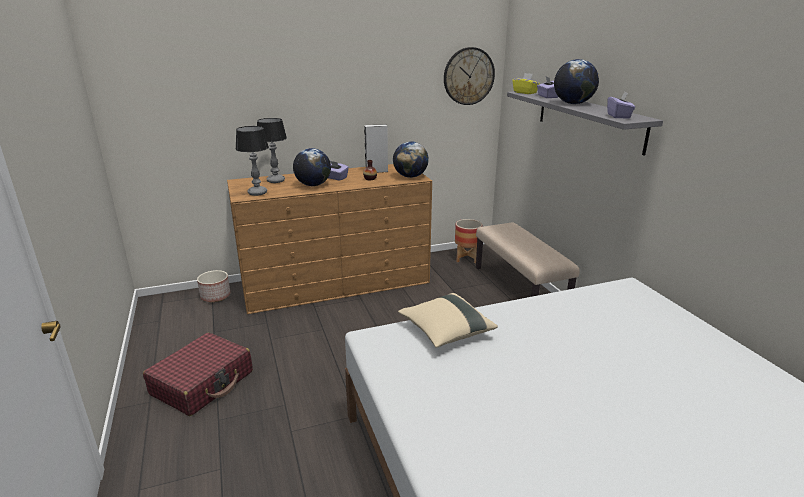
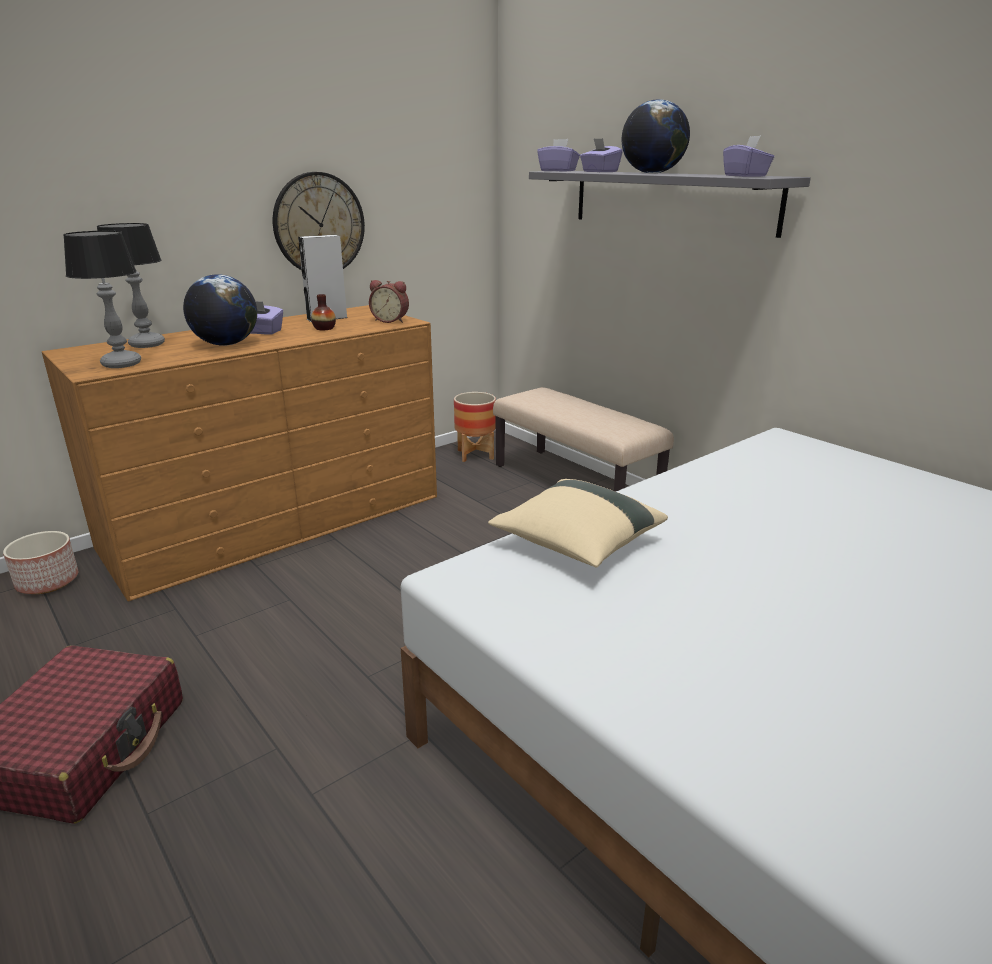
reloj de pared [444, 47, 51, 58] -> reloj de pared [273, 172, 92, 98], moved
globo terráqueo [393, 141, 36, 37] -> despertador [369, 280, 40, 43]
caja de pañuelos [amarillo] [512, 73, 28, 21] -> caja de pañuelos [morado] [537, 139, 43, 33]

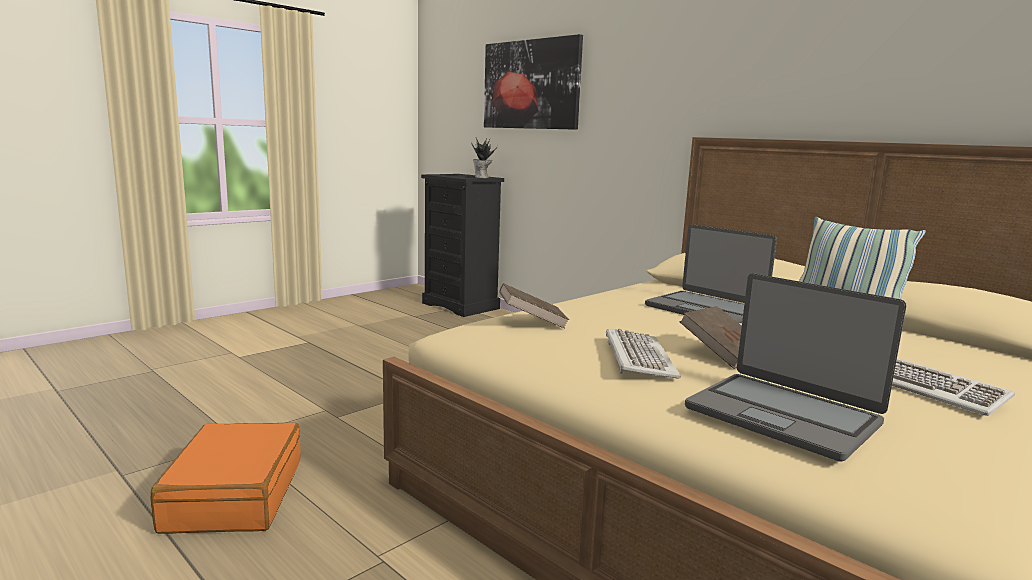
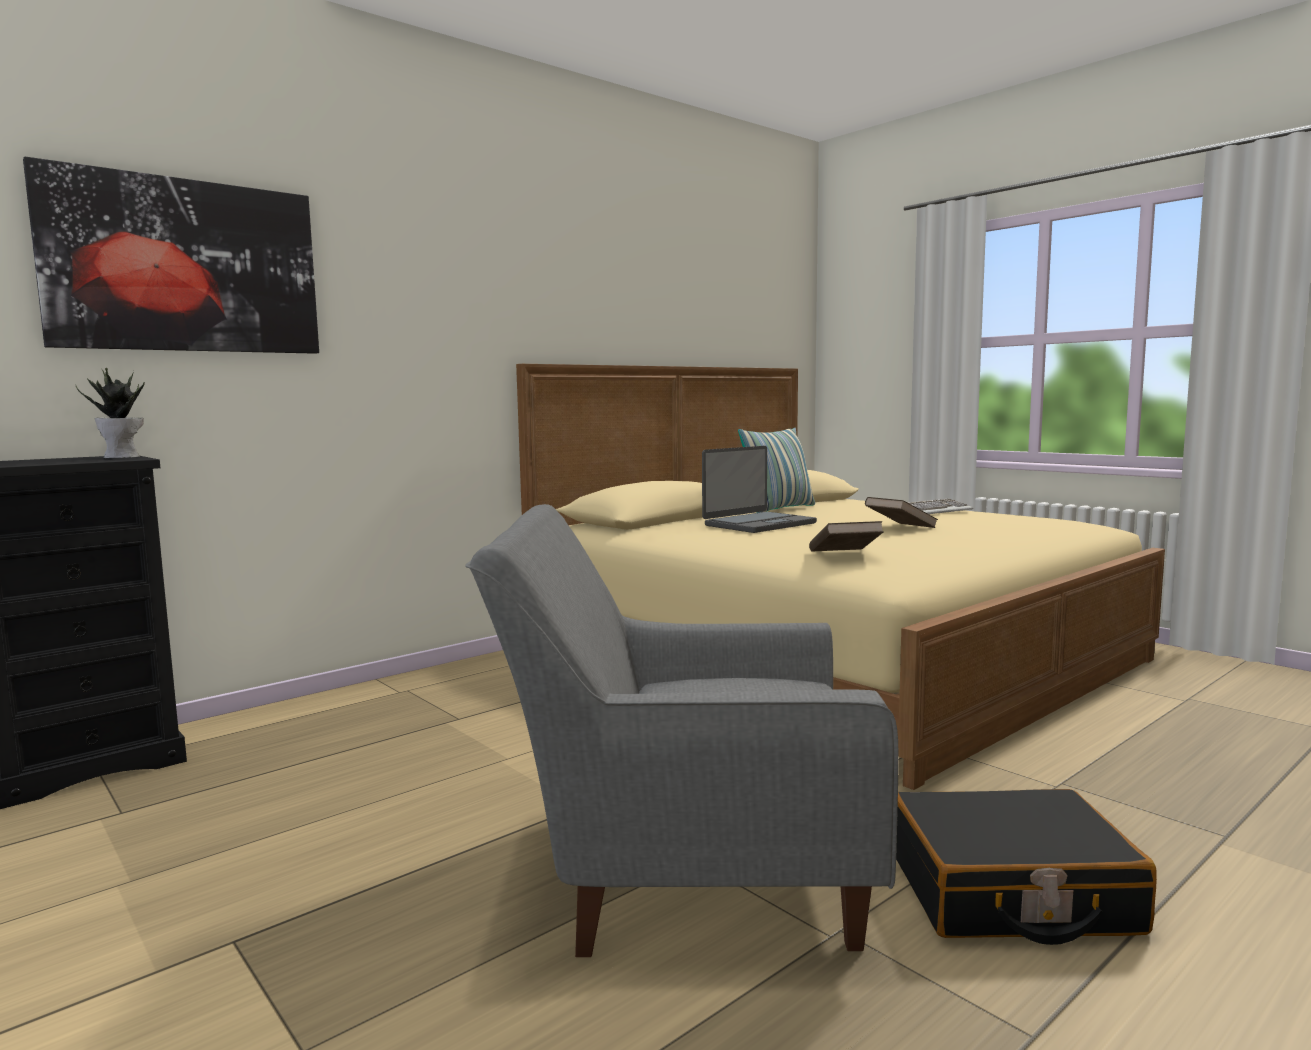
teclado [606, 328, 75, 51] -> none
portátil [685, 273, 221, 189] -> none
none -> sillón [gris] [465, 504, 434, 453]
maleta [naranja] [151, 422, 150, 112] -> maleta [negro] [896, 789, 261, 156]

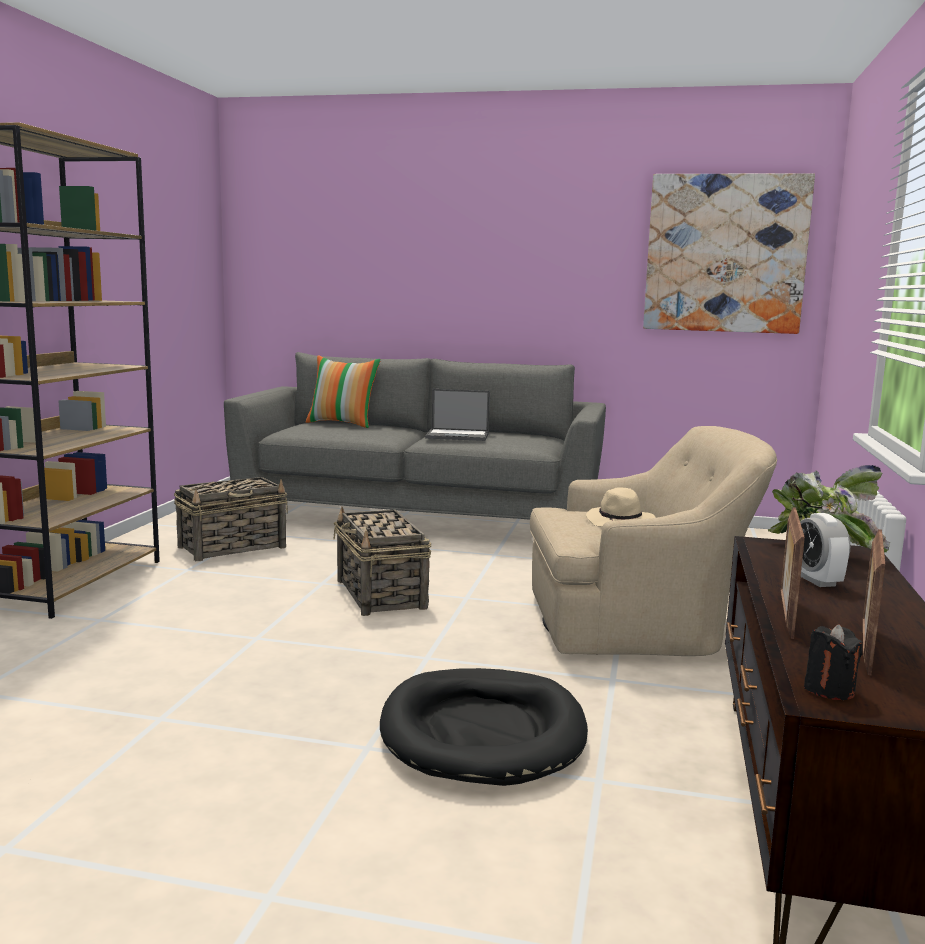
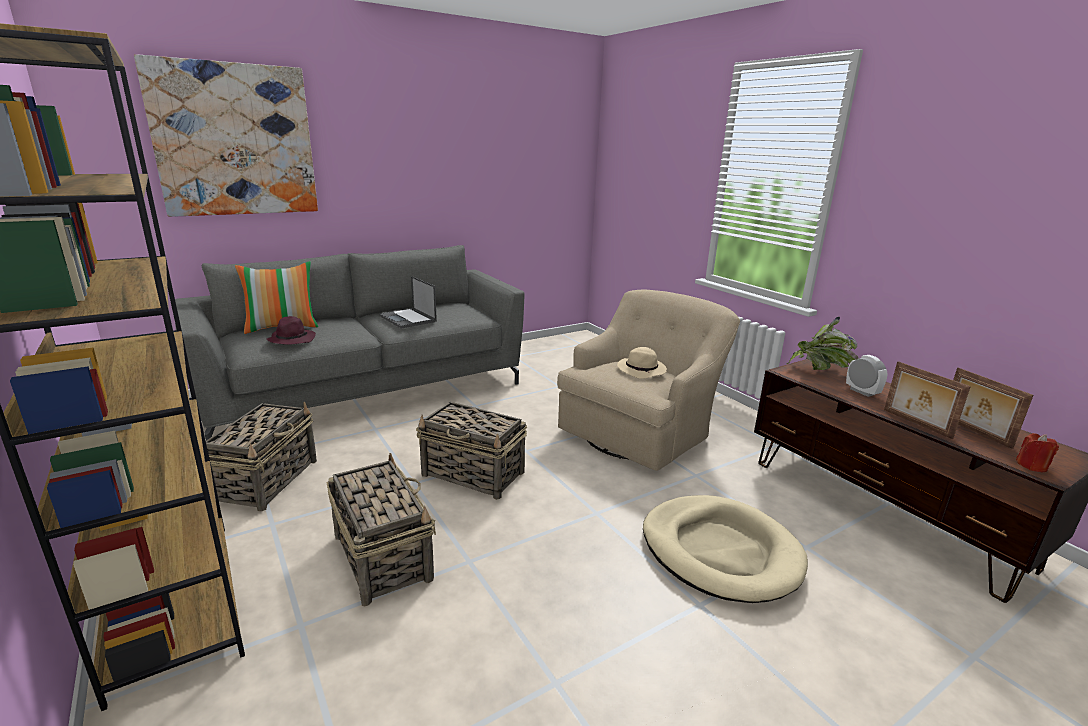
none -> sombrero [morado] [266, 316, 50, 29]
none -> cesta [327, 453, 109, 154]
cuadro [643, 173, 172, 161] -> cuadro [134, 54, 184, 163], moved
cama para perro [negro] [380, 668, 208, 118] -> cama para perro [beis] [643, 495, 165, 108]
vela [negro] [804, 624, 59, 76] -> vela [rojo] [1016, 433, 43, 39]
portátil [425, 389, 65, 52] -> portátil [379, 276, 58, 53], 90 degrees clockwise
despertador [800, 513, 50, 74] -> despertador [846, 355, 42, 42], 150 degrees counterclockwise

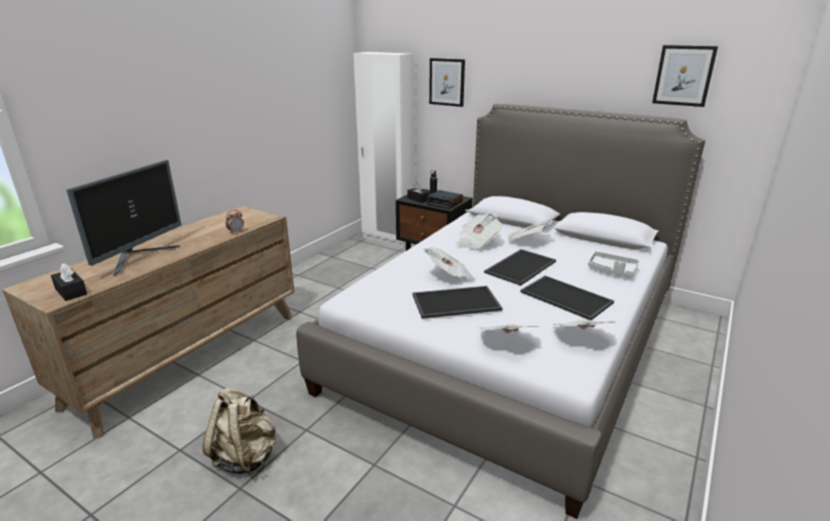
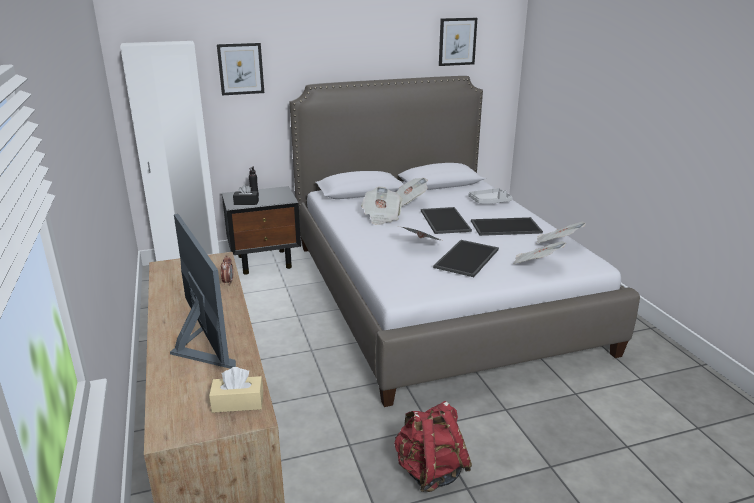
despertador [426, 190, 37, 19] -> none
caja de pañuelos [negro] [51, 263, 36, 38] -> caja de pañuelos [beis] [209, 367, 54, 46]
mochila [beis] [203, 388, 73, 88] -> mochila [rojo] [394, 401, 78, 91]

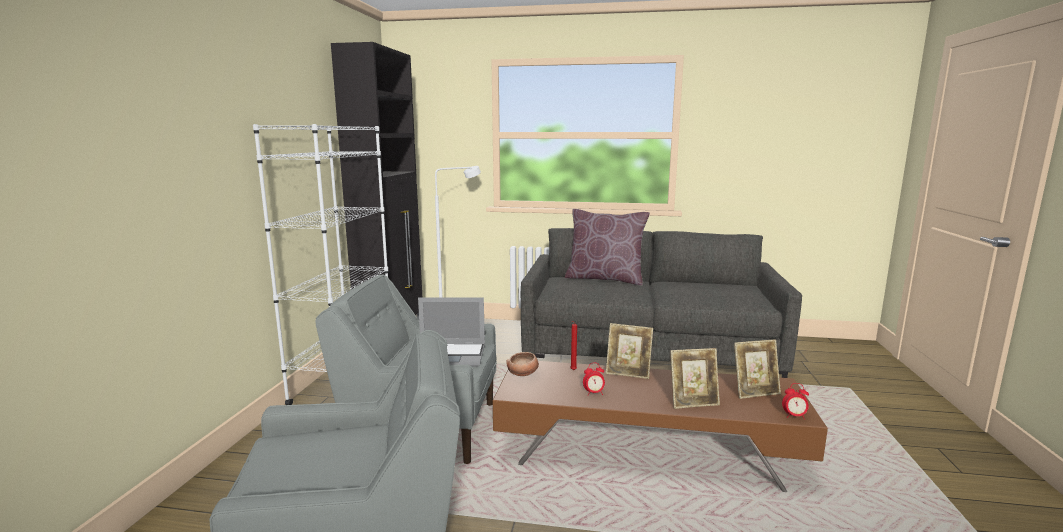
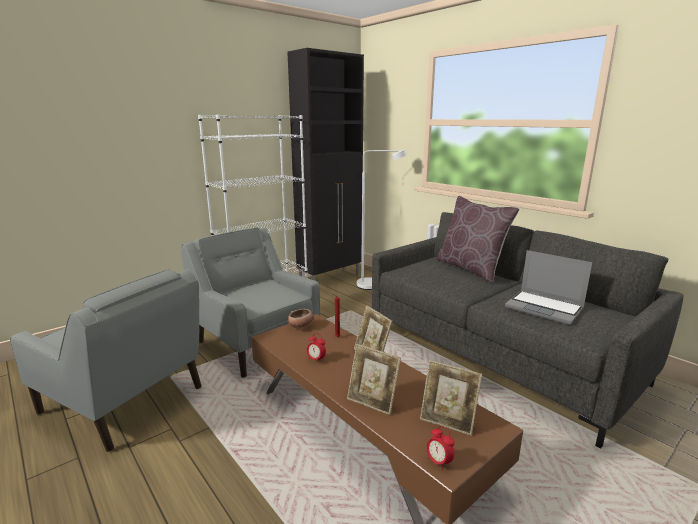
portátil [418, 297, 67, 70] -> portátil [505, 250, 87, 75], moved

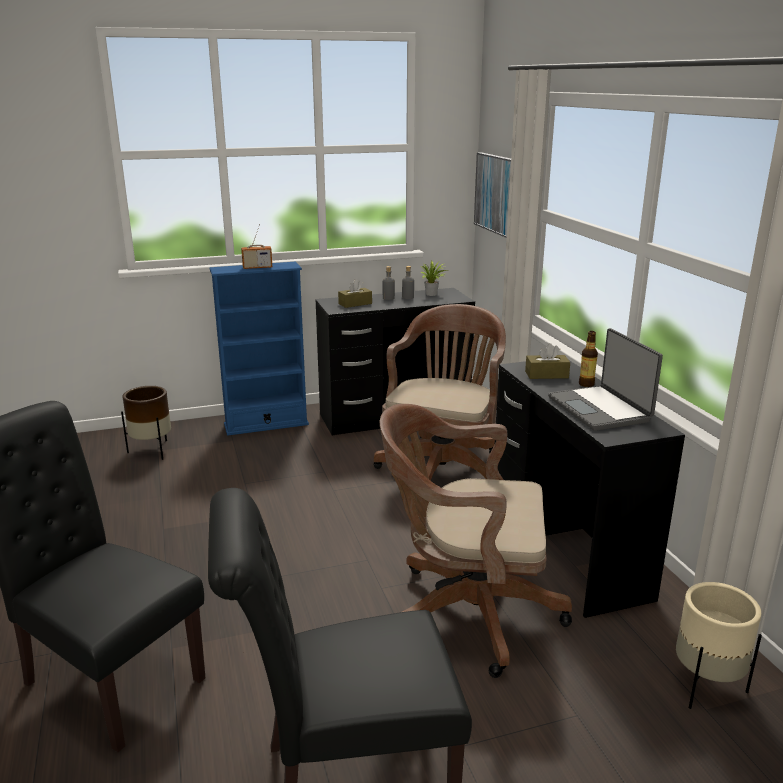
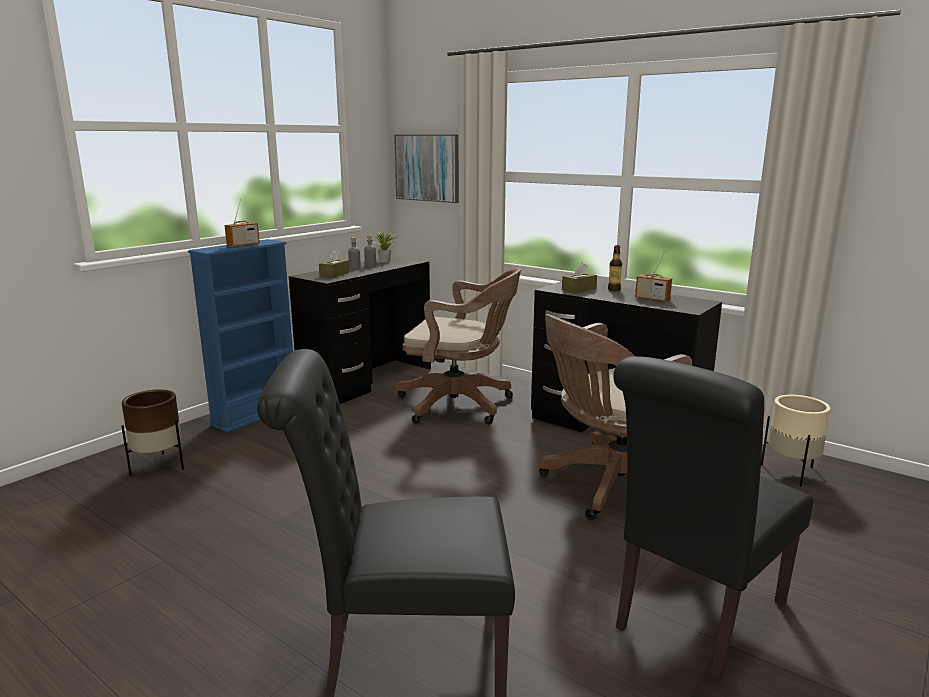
portátil [548, 328, 115, 103] -> radio [635, 252, 37, 50]
silla de oficina [marrón] [373, 304, 133, 177] -> silla de oficina [marrón] [396, 268, 125, 157], 120 degrees clockwise

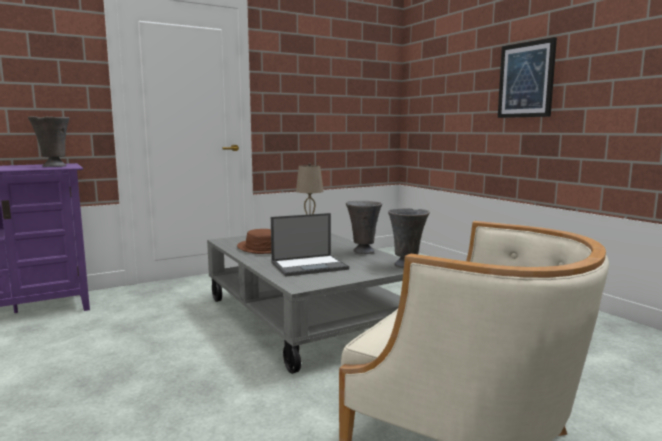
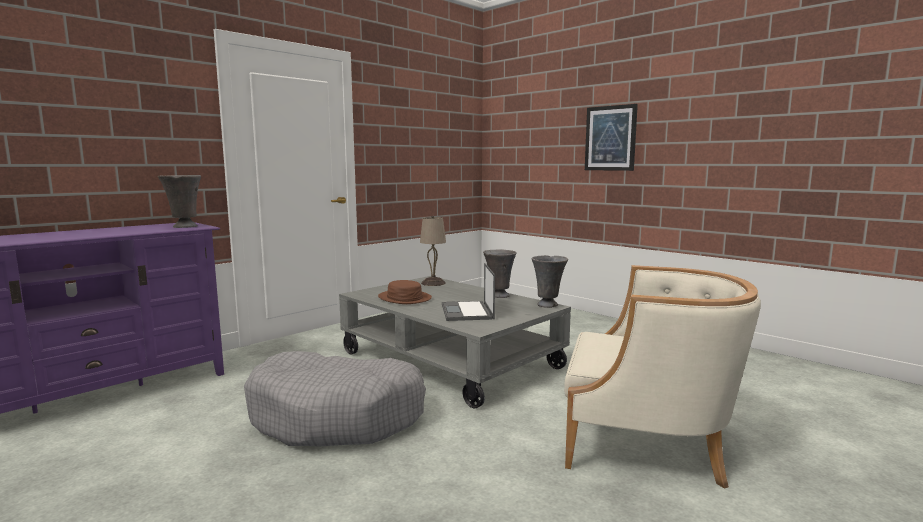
none -> cama para perro [gris] [244, 351, 182, 95]
portátil [271, 213, 78, 64] -> portátil [442, 263, 53, 58], 120 degrees clockwise

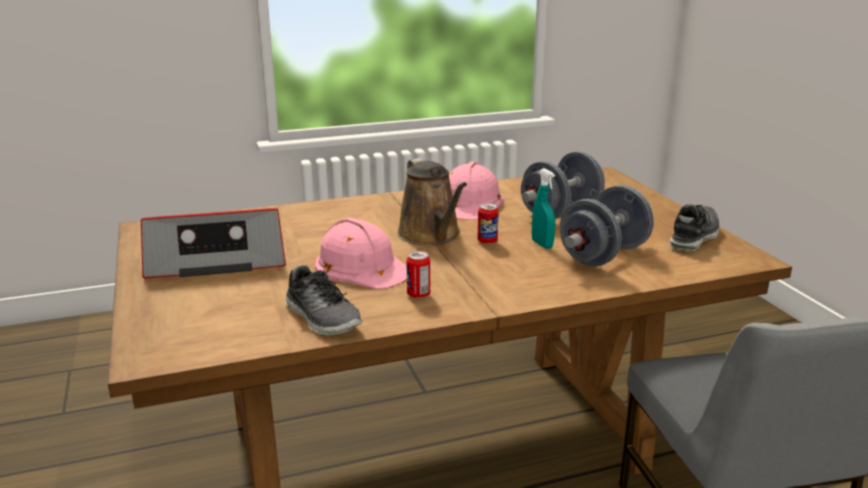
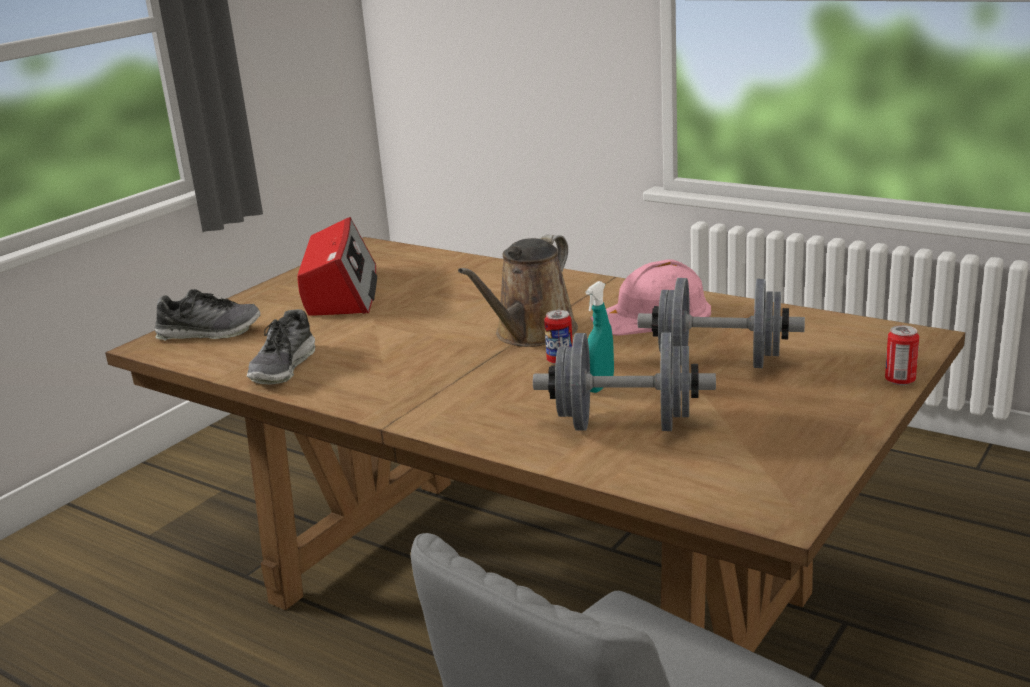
casco [rosa] [315, 218, 92, 71] -> none
lata [406, 251, 24, 48] -> lata [885, 325, 34, 60], moved
zapato [670, 204, 50, 48] -> zapato [155, 289, 105, 52], moved
radio [141, 208, 145, 70] -> radio [298, 217, 79, 98], 135 degrees counterclockwise

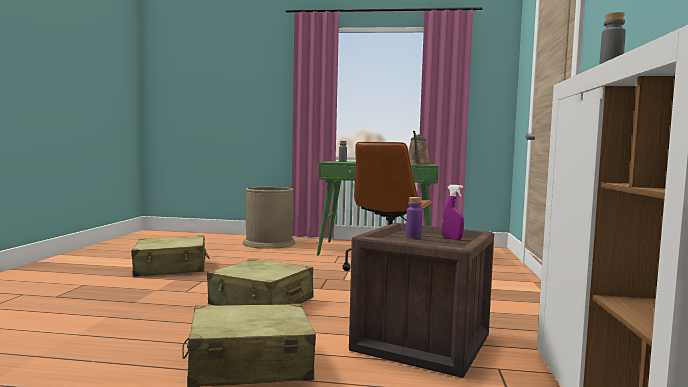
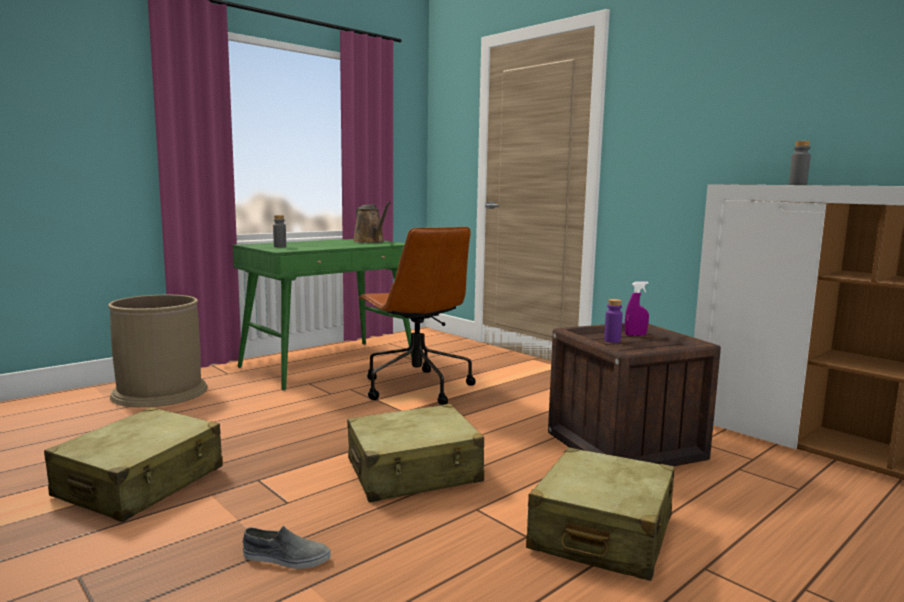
none -> zapato [gris] [243, 526, 88, 43]

